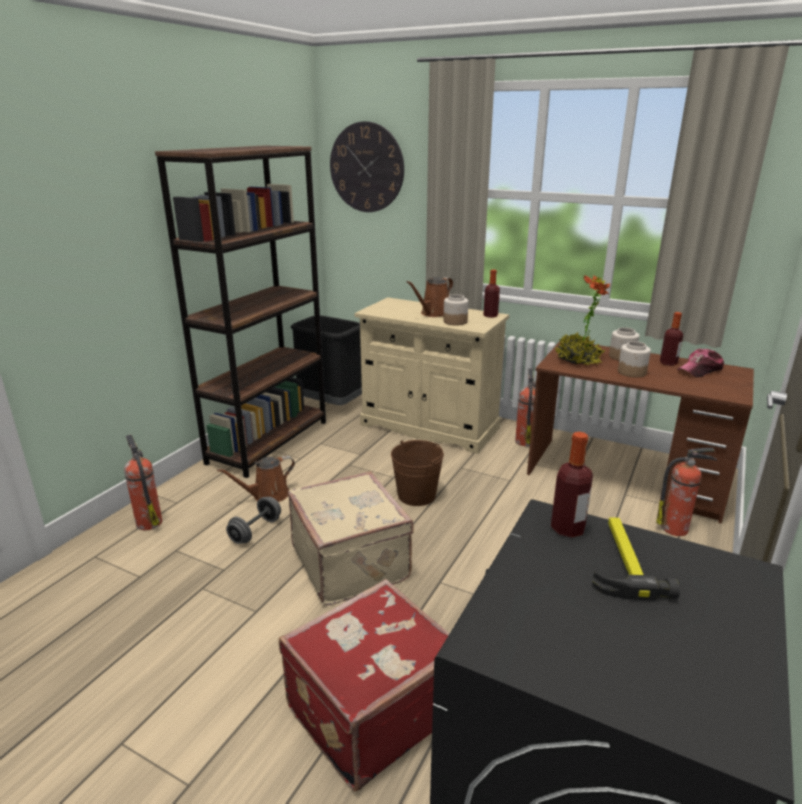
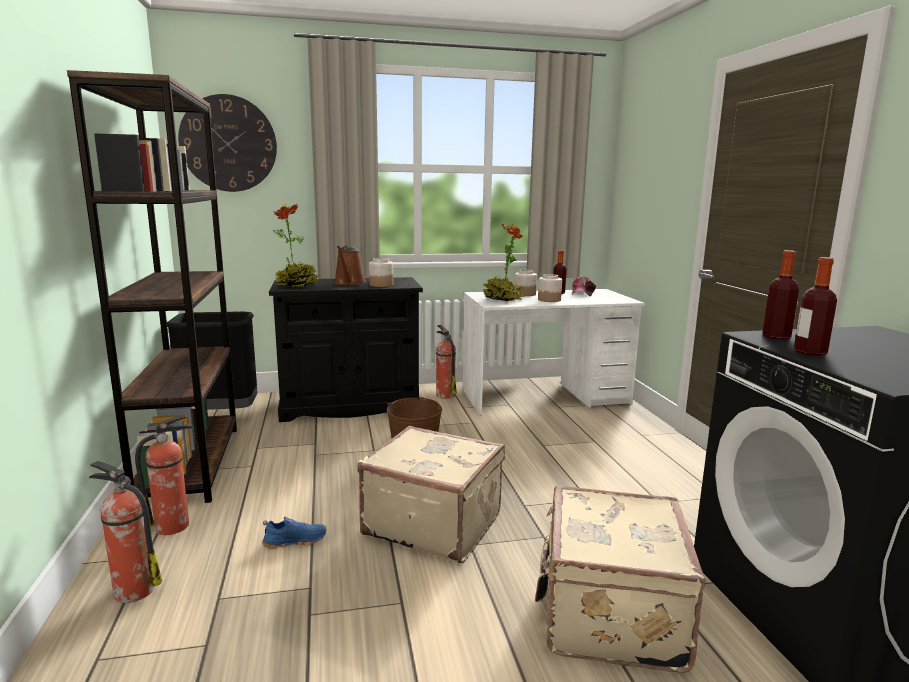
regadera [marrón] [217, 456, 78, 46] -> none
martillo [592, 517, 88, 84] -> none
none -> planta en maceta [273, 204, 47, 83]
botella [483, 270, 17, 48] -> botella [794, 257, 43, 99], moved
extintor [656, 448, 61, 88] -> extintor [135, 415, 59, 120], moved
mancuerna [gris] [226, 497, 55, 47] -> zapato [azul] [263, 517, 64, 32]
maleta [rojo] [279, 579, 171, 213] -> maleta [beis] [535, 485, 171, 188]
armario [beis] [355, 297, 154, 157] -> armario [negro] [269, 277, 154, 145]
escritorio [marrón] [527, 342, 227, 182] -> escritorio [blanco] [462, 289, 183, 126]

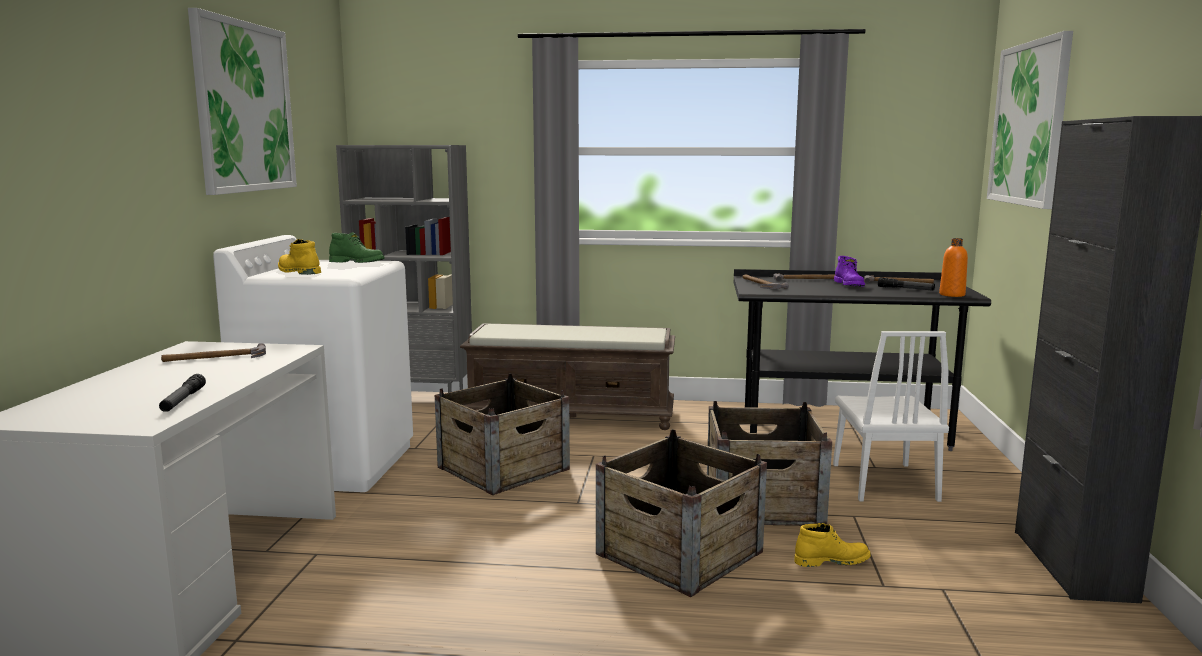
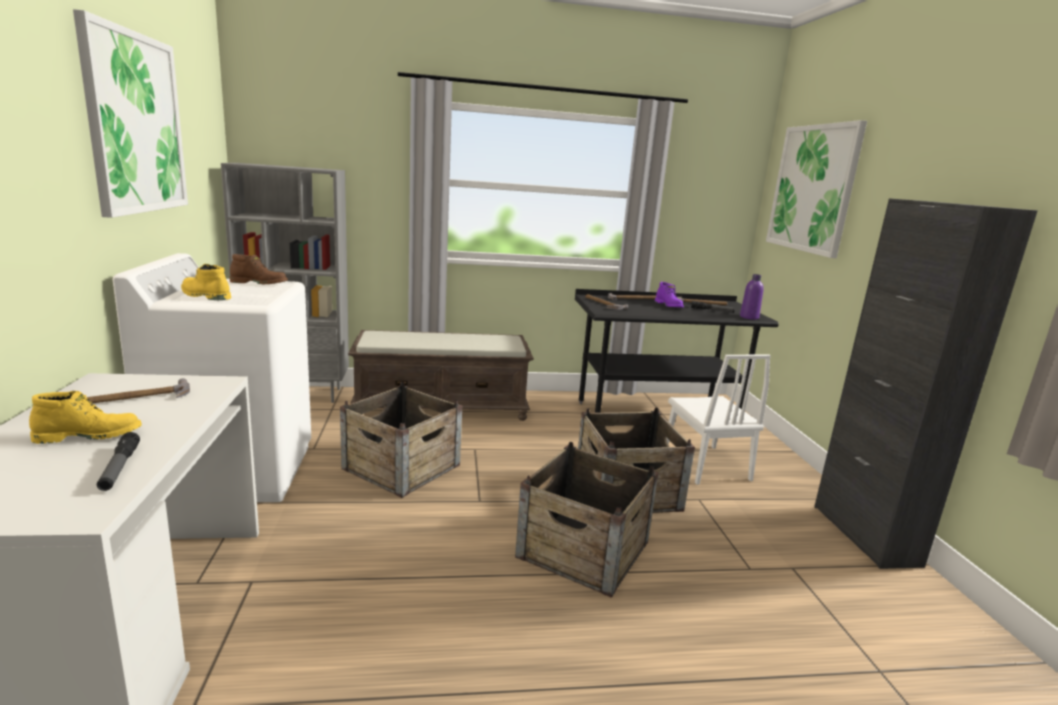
bota [amarillo] [794, 523, 77, 44] -> bota [amarillo] [29, 391, 113, 53], moved
bota [verde] [329, 232, 56, 31] -> bota [marrón] [230, 254, 58, 30]
botella [naranja] [939, 238, 29, 59] -> botella [morado] [740, 274, 24, 46]

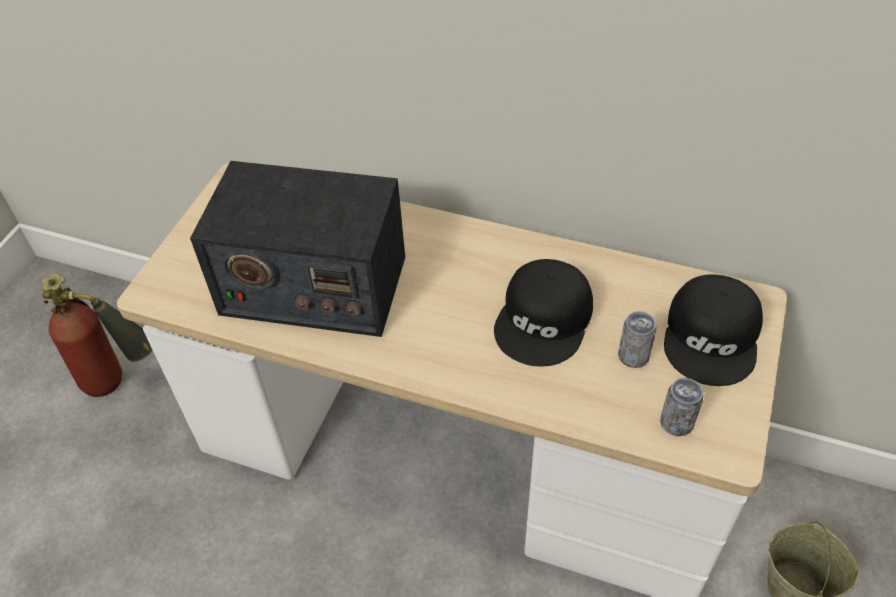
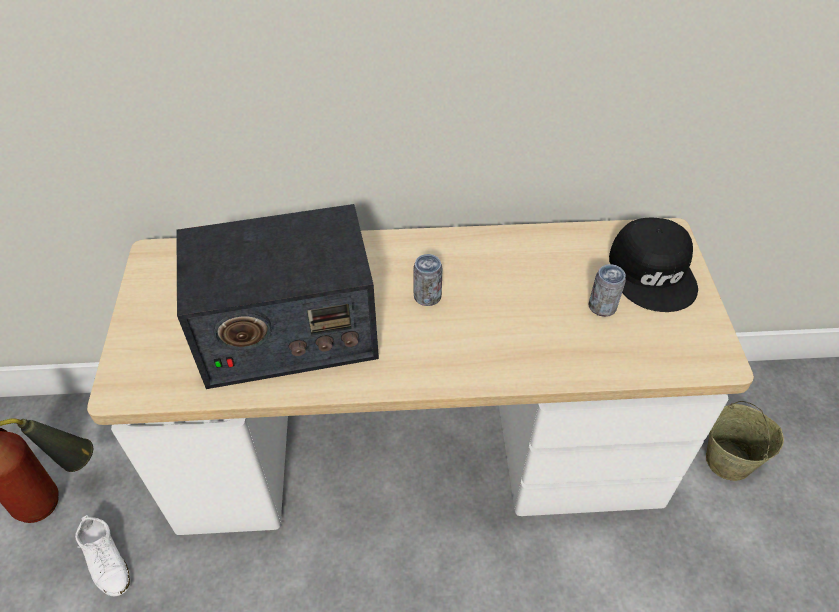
gorra [negro] [494, 259, 99, 108] -> none
none -> zapato [blanco] [75, 515, 56, 81]
lata [660, 378, 43, 58] -> lata [413, 254, 30, 52], moved

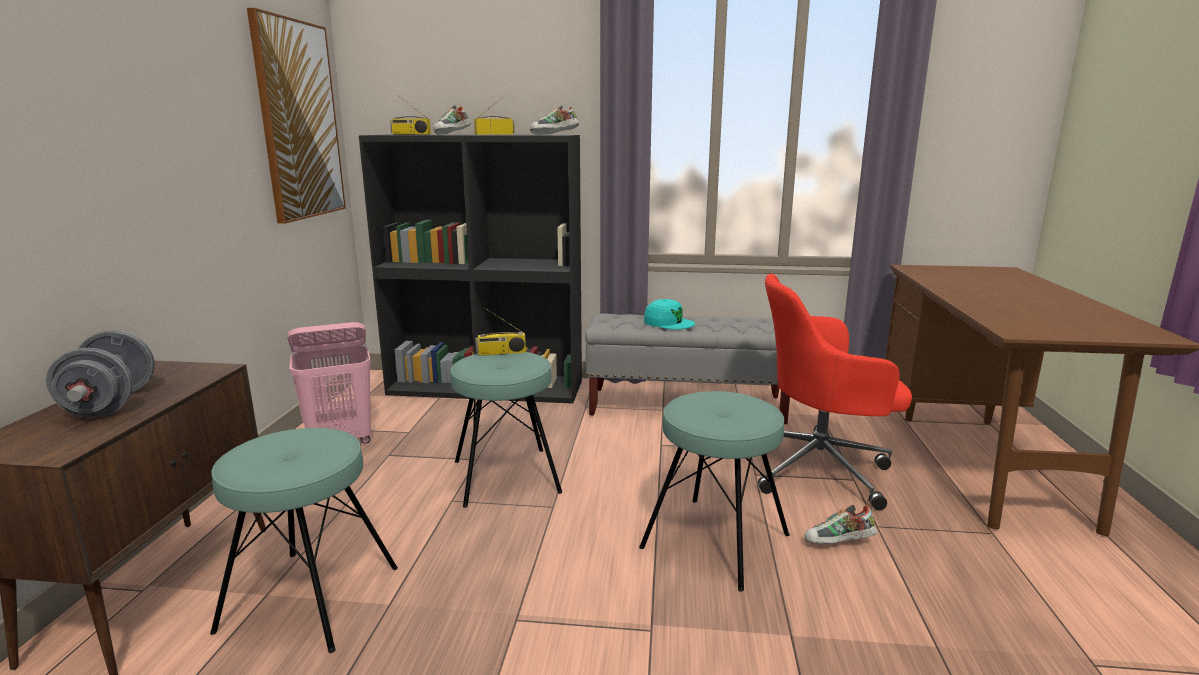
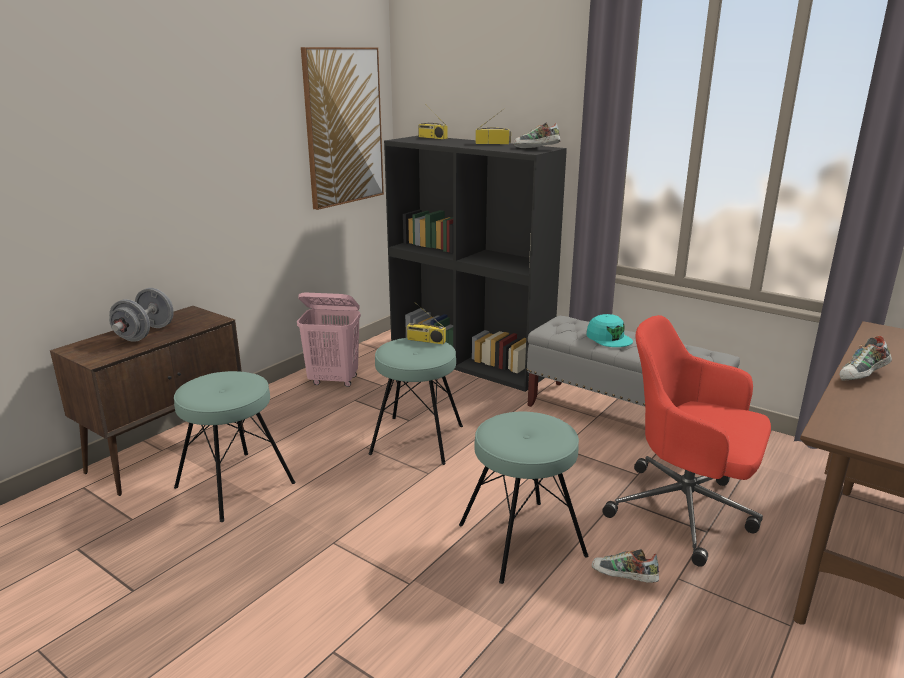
zapato [433, 105, 39, 30] -> zapato [839, 336, 53, 45], moved

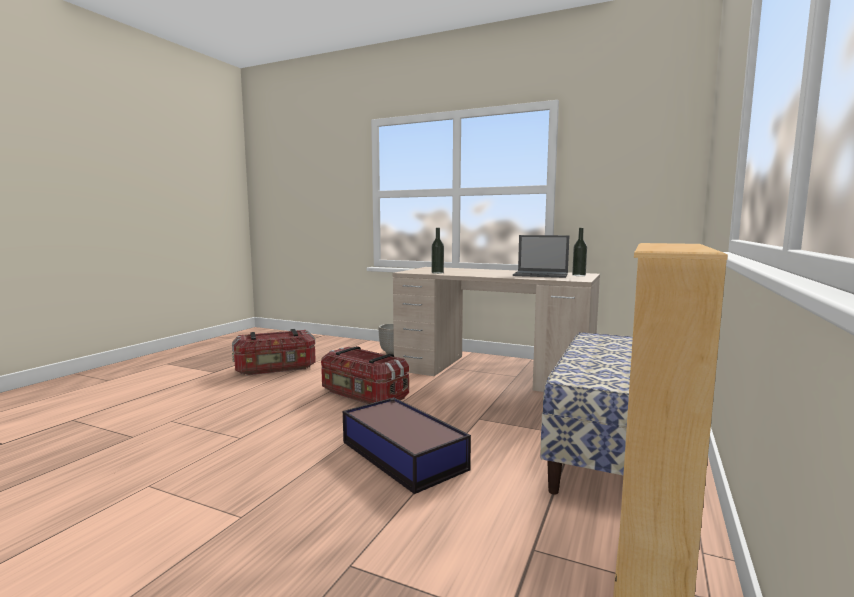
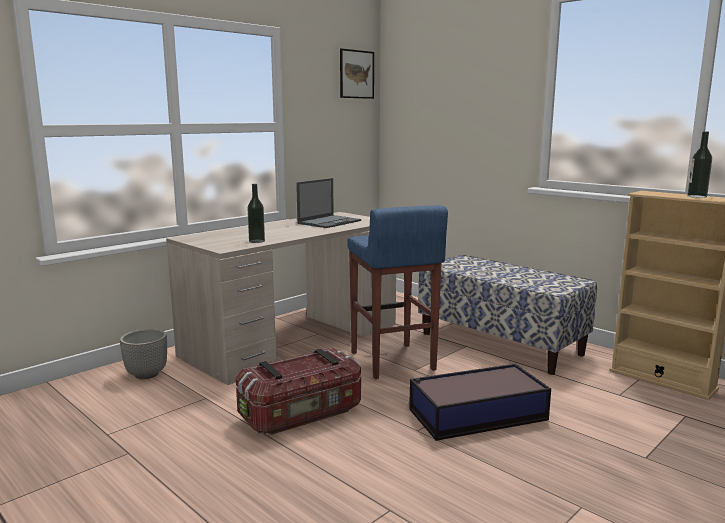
caja de almacenaje [232, 329, 84, 46] -> none
none -> cuadro [340, 48, 34, 51]
none -> taburete [azul] [347, 205, 101, 174]
botella [572, 228, 15, 48] -> botella [687, 131, 25, 67], moved

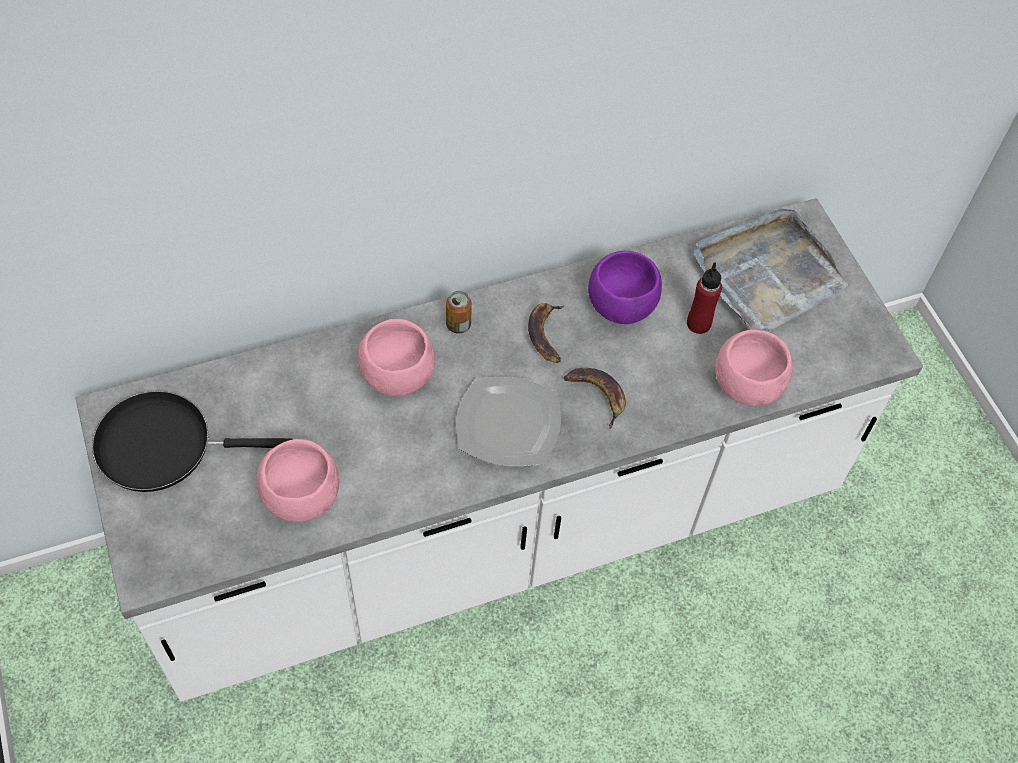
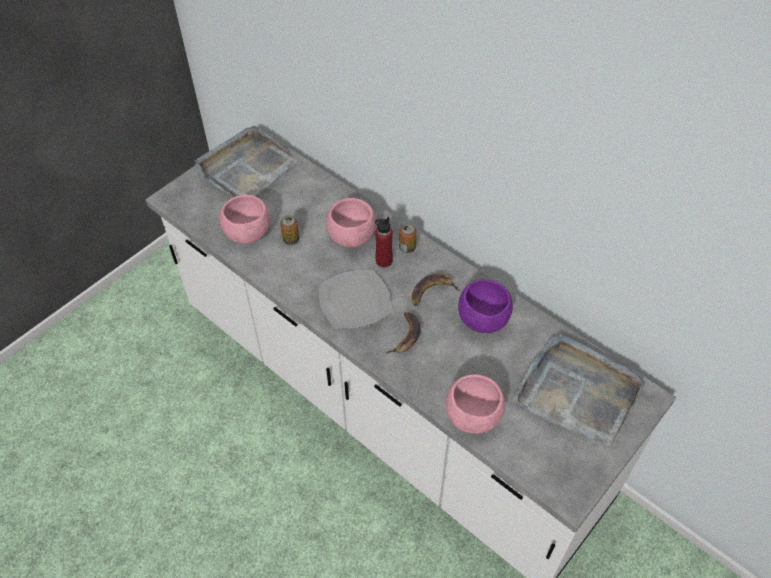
none -> lata [280, 215, 19, 30]
botella [rojo] [687, 263, 35, 71] -> botella [rojo] [375, 217, 18, 50], moved
sartén [negro] [92, 391, 201, 101] -> bandeja [gris] [195, 127, 102, 70]

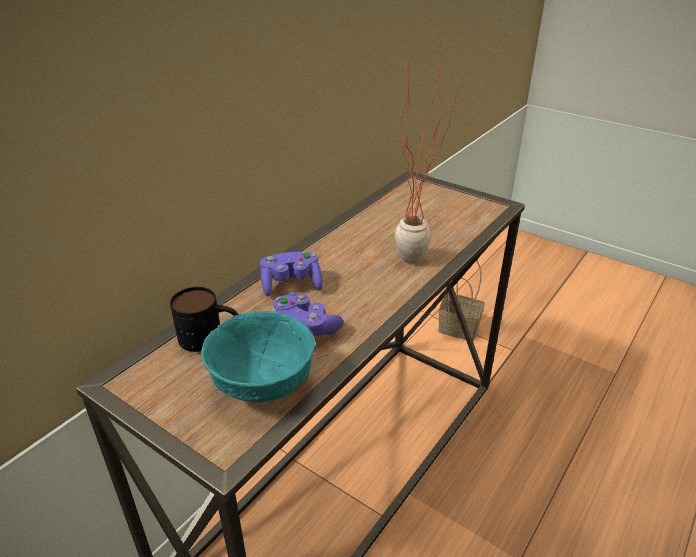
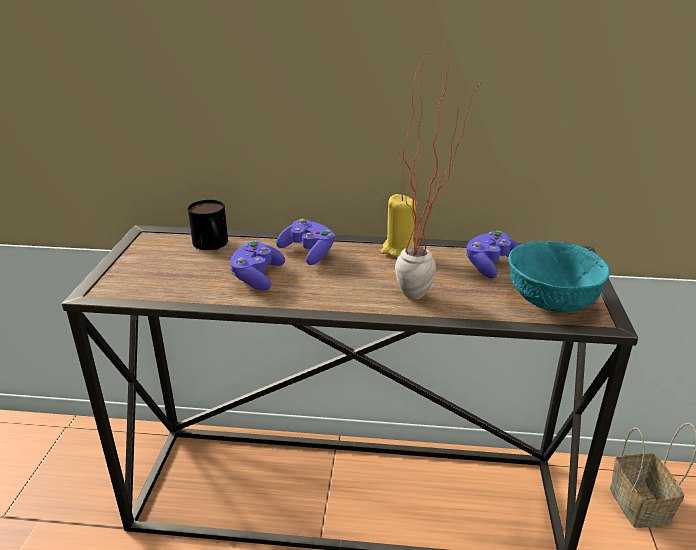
none -> vela [amarillo] [381, 194, 36, 63]
none -> mando de consola [morado] [466, 231, 52, 48]
cuenco [turquesa] [201, 311, 114, 91] -> cuenco [turquesa] [508, 241, 102, 71], moved

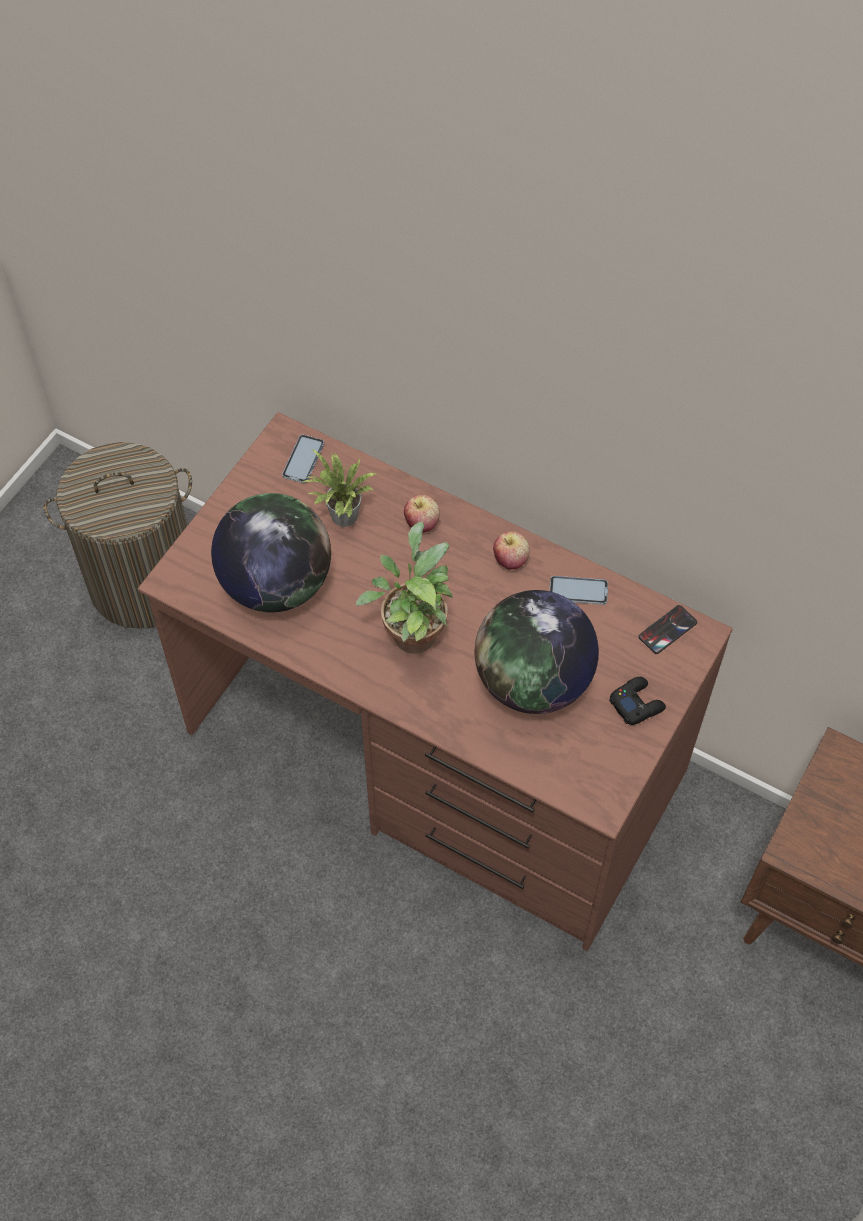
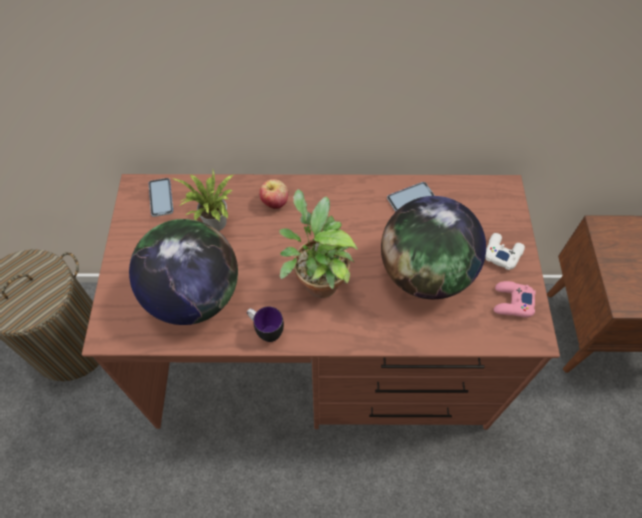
manzana [493, 531, 37, 39] -> none
móvil [638, 605, 59, 49] -> none
none -> taza grande [247, 306, 37, 36]
none -> mando de consola [rosa] [494, 281, 42, 36]
mando de consola [negro] [609, 677, 57, 48] -> mando de consola [blanco] [485, 233, 40, 37]

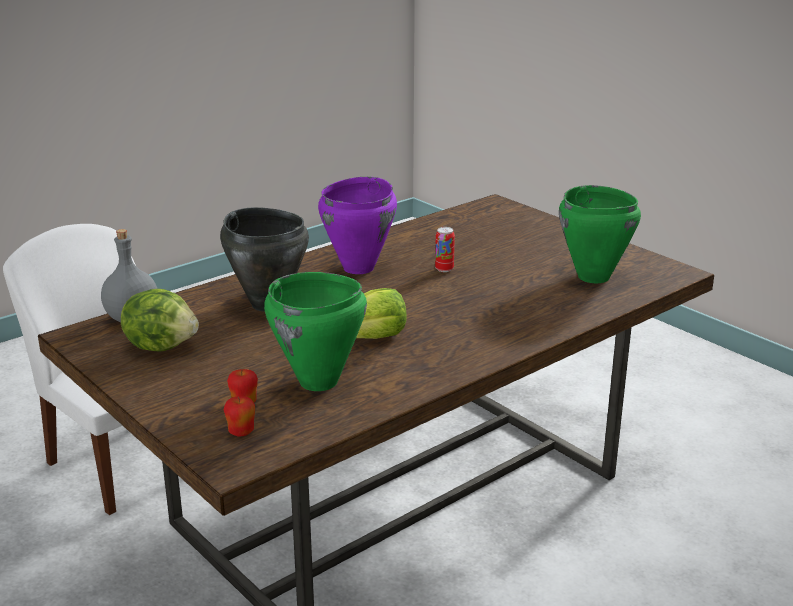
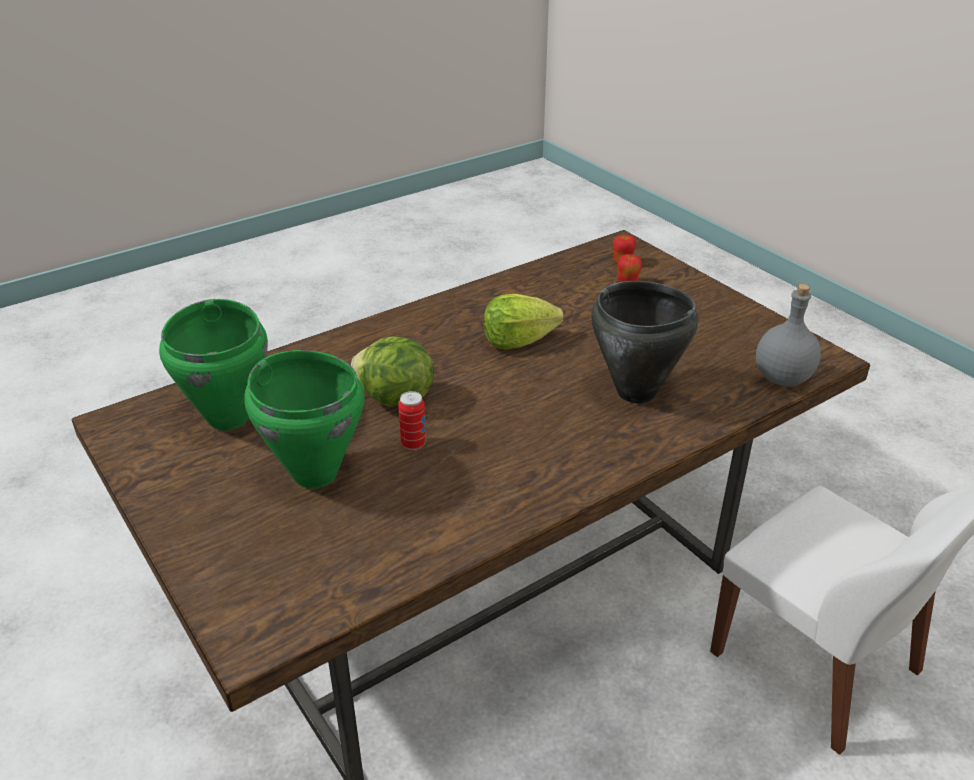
olla [morado] [318, 177, 79, 97] -> none
lechuga [121, 289, 78, 63] -> lechuga [351, 337, 83, 70], moved
olla [verde] [264, 272, 103, 119] -> olla [verde] [244, 350, 121, 139], moved

